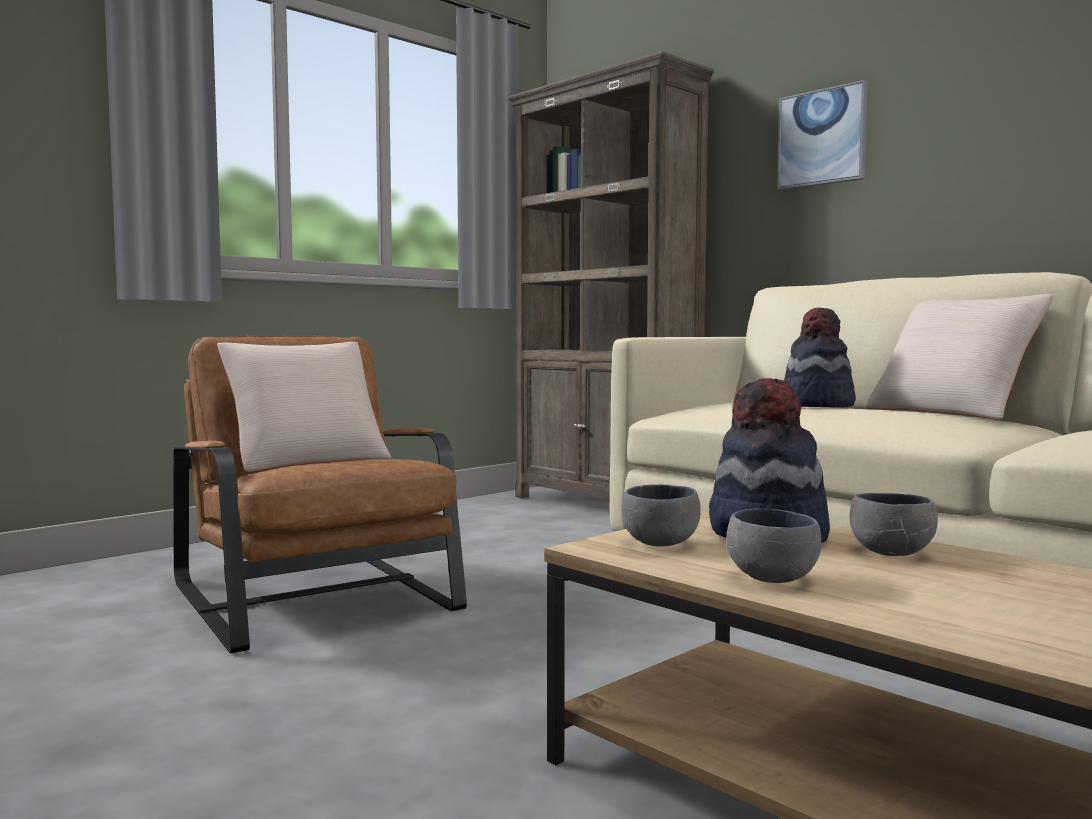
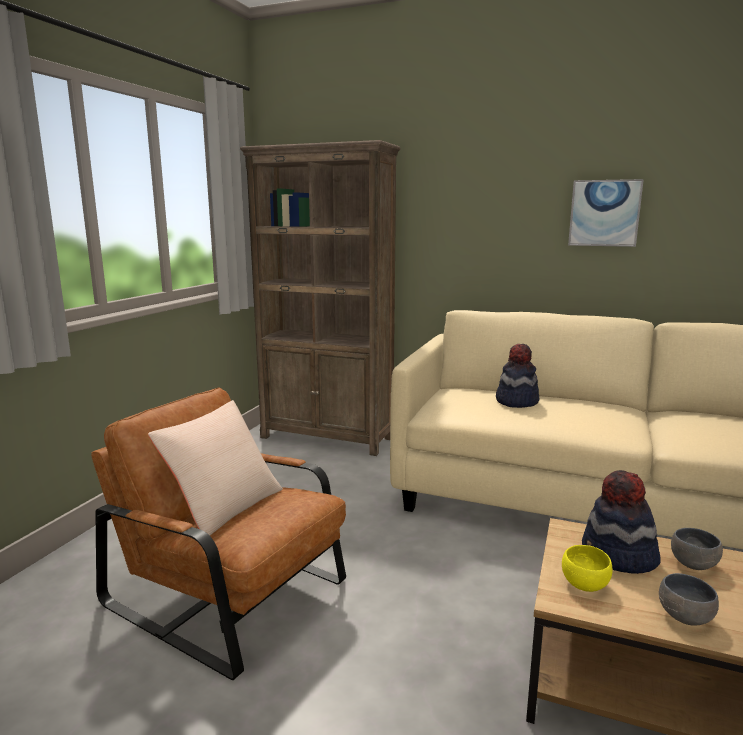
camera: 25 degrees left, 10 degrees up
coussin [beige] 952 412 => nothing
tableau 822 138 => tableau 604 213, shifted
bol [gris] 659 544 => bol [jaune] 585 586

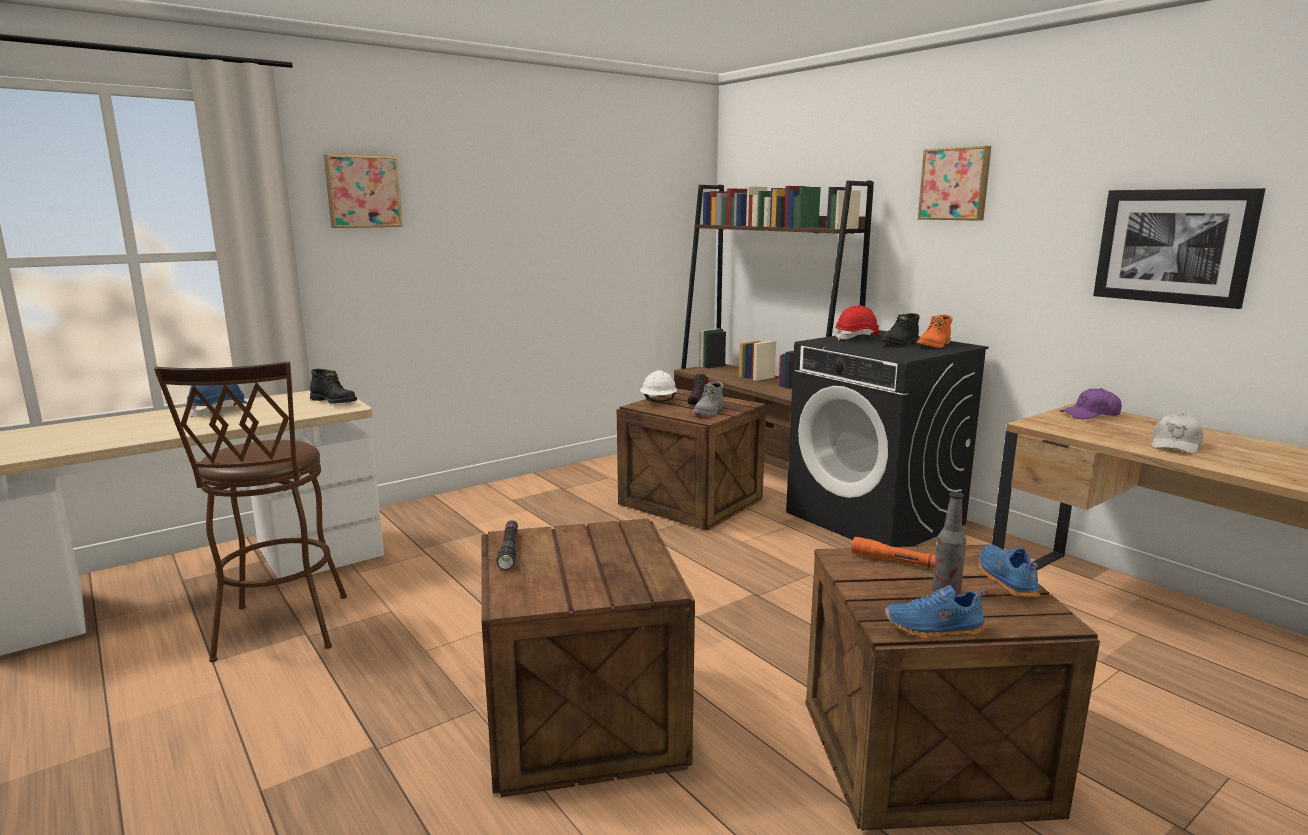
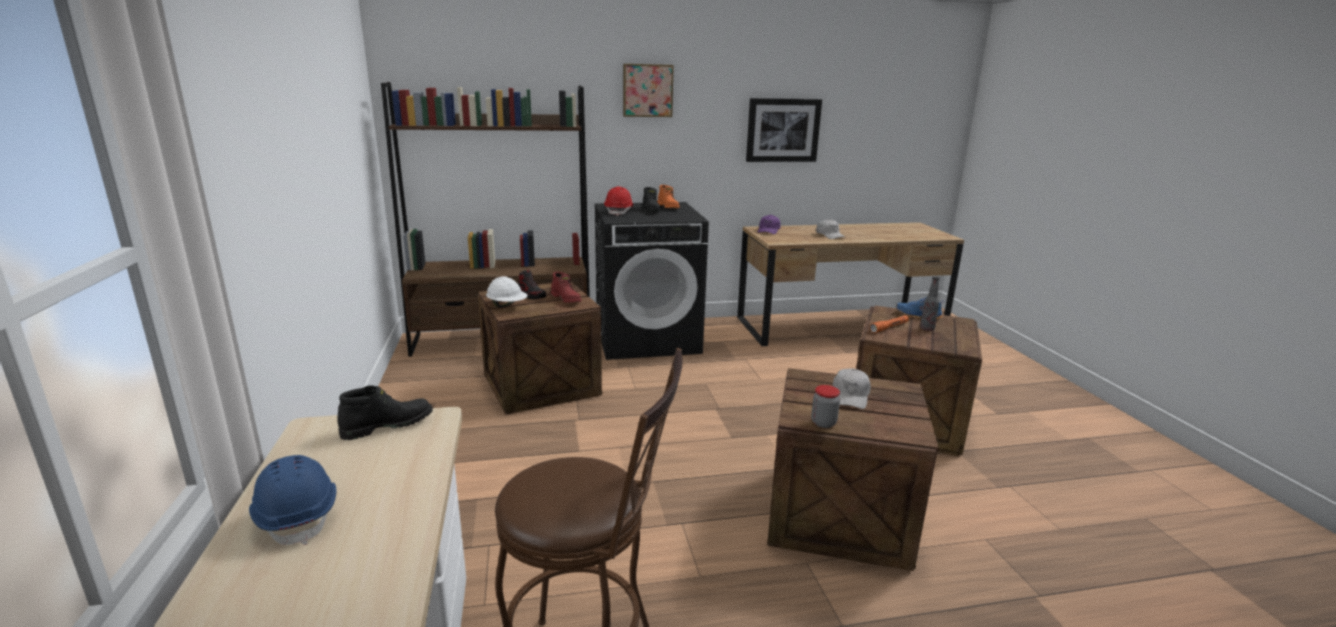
camera: 65 degrees left, 5 degrees up
tableau 363 191 => nothing
chaussure [bleu] 934 629 => nothing
nothing => casquette [blanc] 850 396
lampe de poche [noir] 509 550 => bocal 823 423
botte [gris] 709 412 => botte [rouge] 566 299

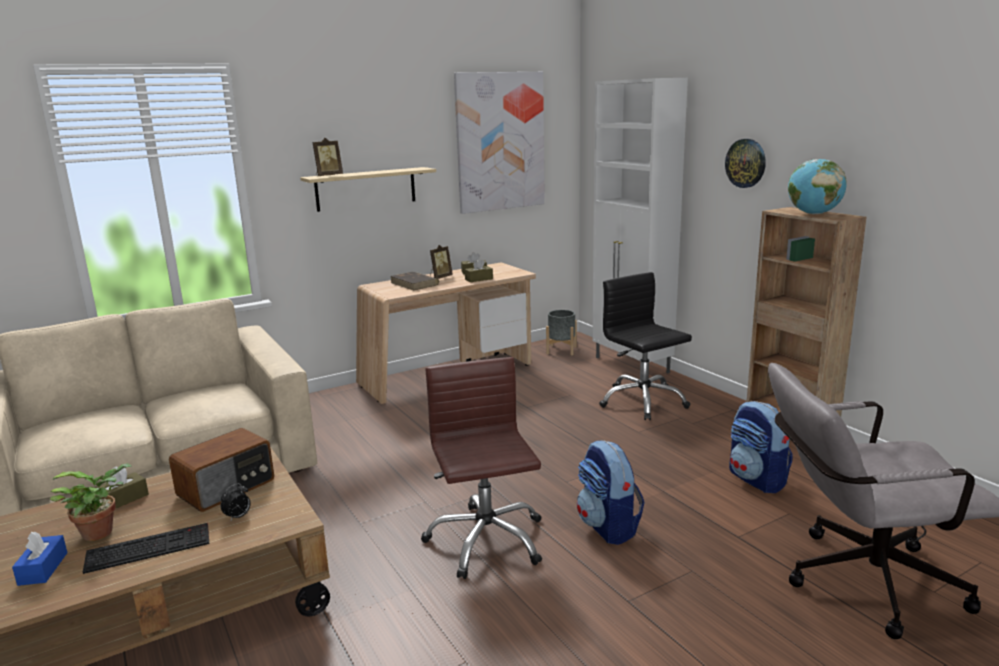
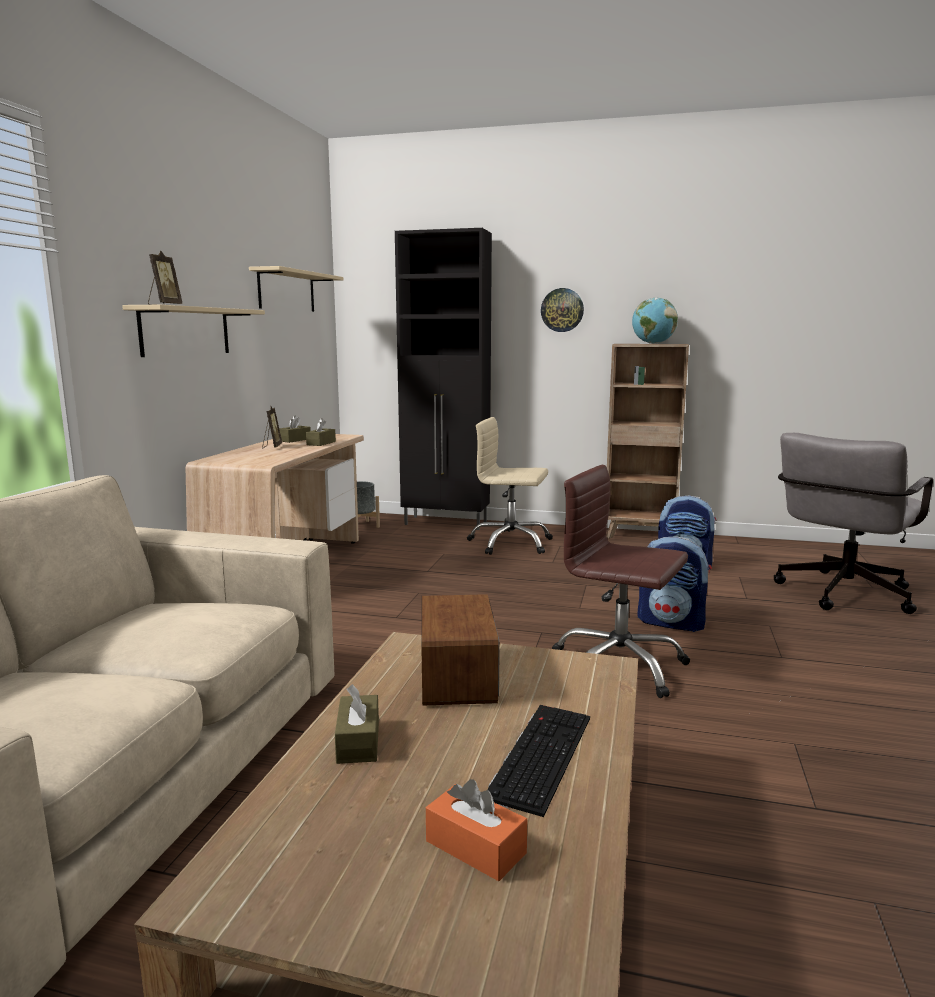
camera: 45 degrees left, 5 degrees down
plante en pot 102 532 => nothing
réveil 238 517 => nothing
livre [marron] 414 283 => nothing
tableau 500 142 => étagère [beige] 287 291
boîte à mouchoirs [bleu] 43 568 => boîte à mouchoirs [orange] 475 847
meuble de rangement [blanc] 632 365 => meuble de rangement [noir] 446 523
chaise de bureau [noir] 642 401 => chaise de bureau [beige] 510 543

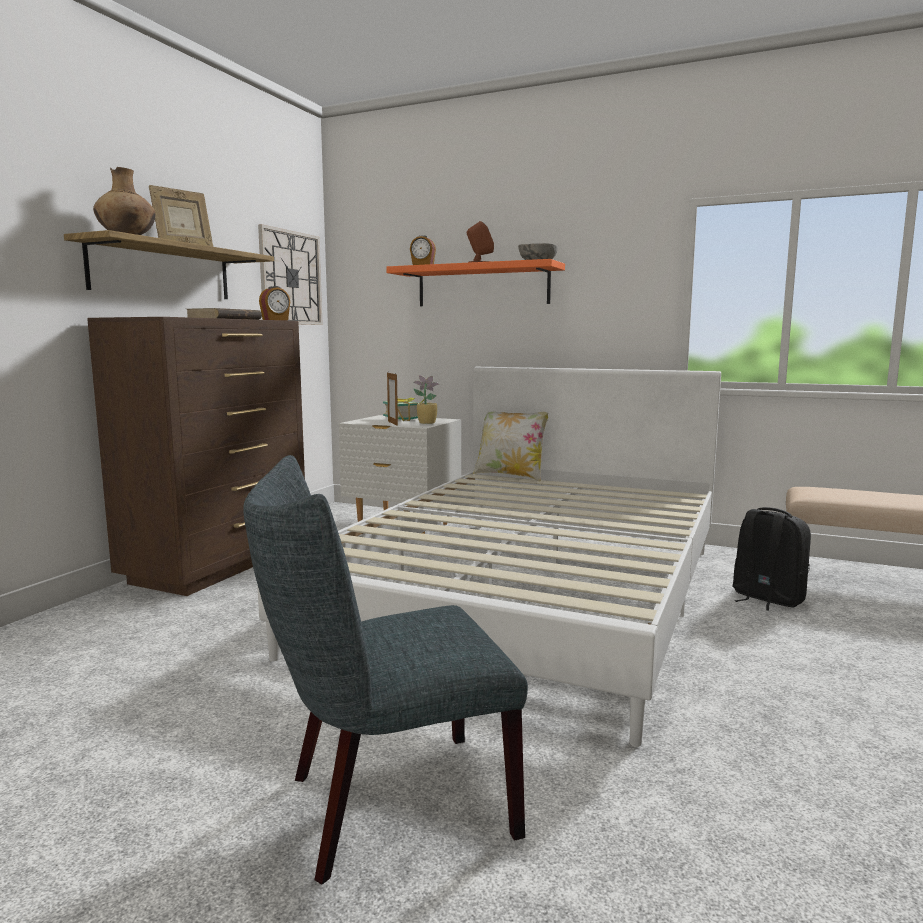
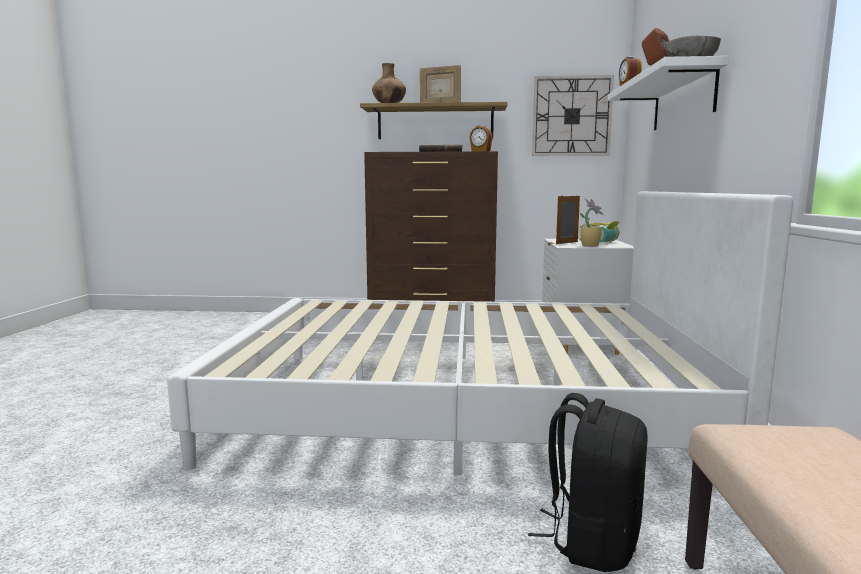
camera: 70 degrees right, 0 degrees up
chaise [gris] 385 806 => nothing
coussin 510 476 => nothing
étagère [orange] 482 286 => étagère [blanc] 683 100

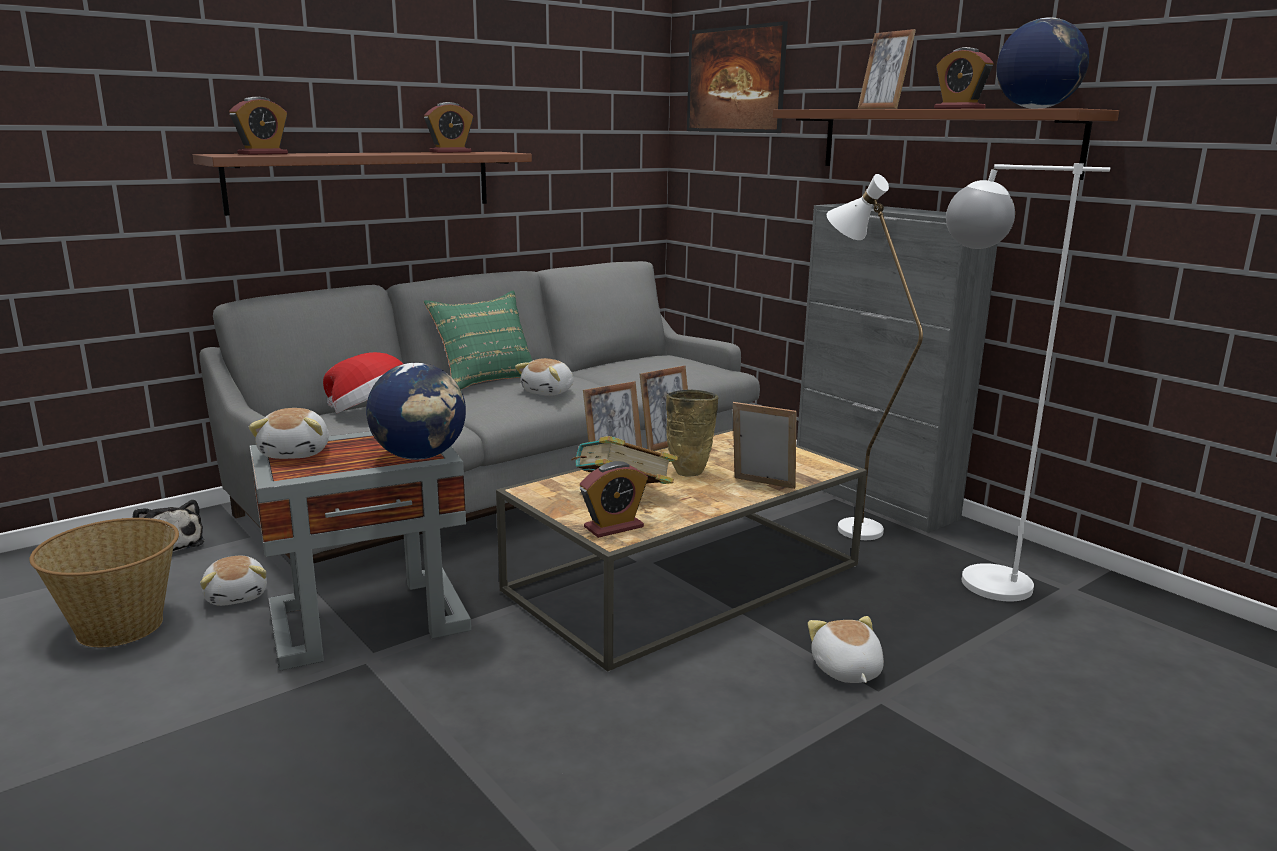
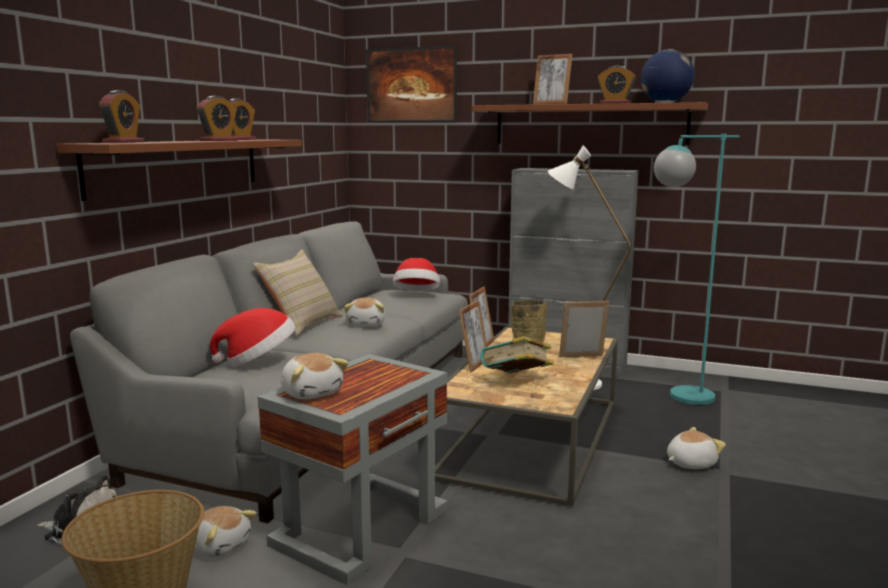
camera: 30 degrees left, 5 degrees down
globe 420 456 => nothing
nothing => chapeau 417 295
réveil 613 527 => réveil 219 140, shifted
coussin [vert] 487 380 => coussin [beige] 302 324
lampadaire [blanc] 970 581 => lampadaire [turquoise] 678 398
peluche 845 670 => peluche 690 463, 105 degrees clockwise

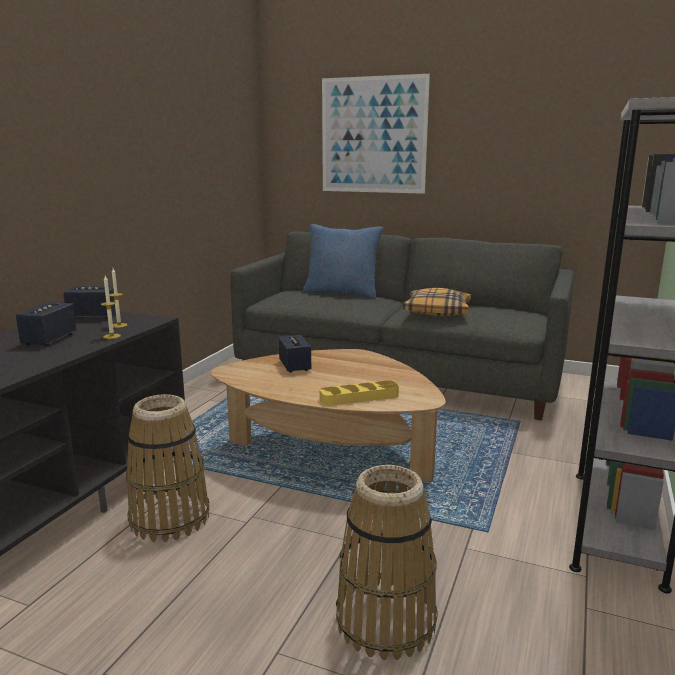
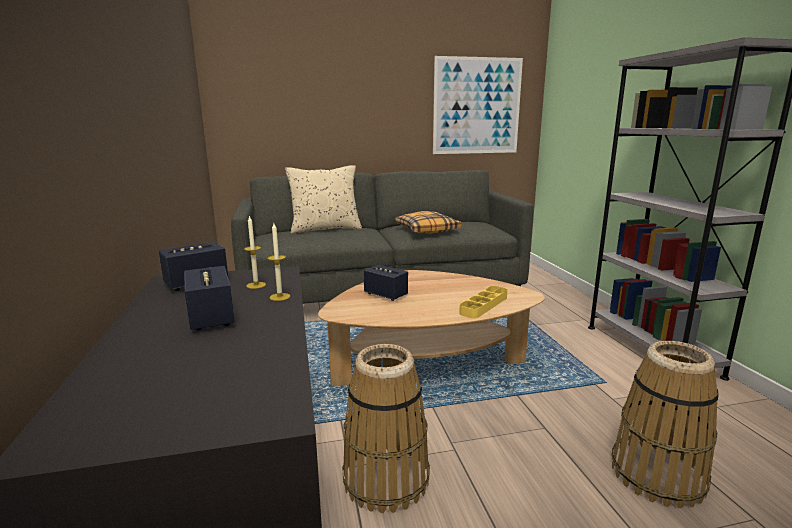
camera: 35 degrees left, 0 degrees up
tableau 373 135 => tableau 477 106, shifted
coussin [bleu] 342 293 => coussin [beige] 325 229

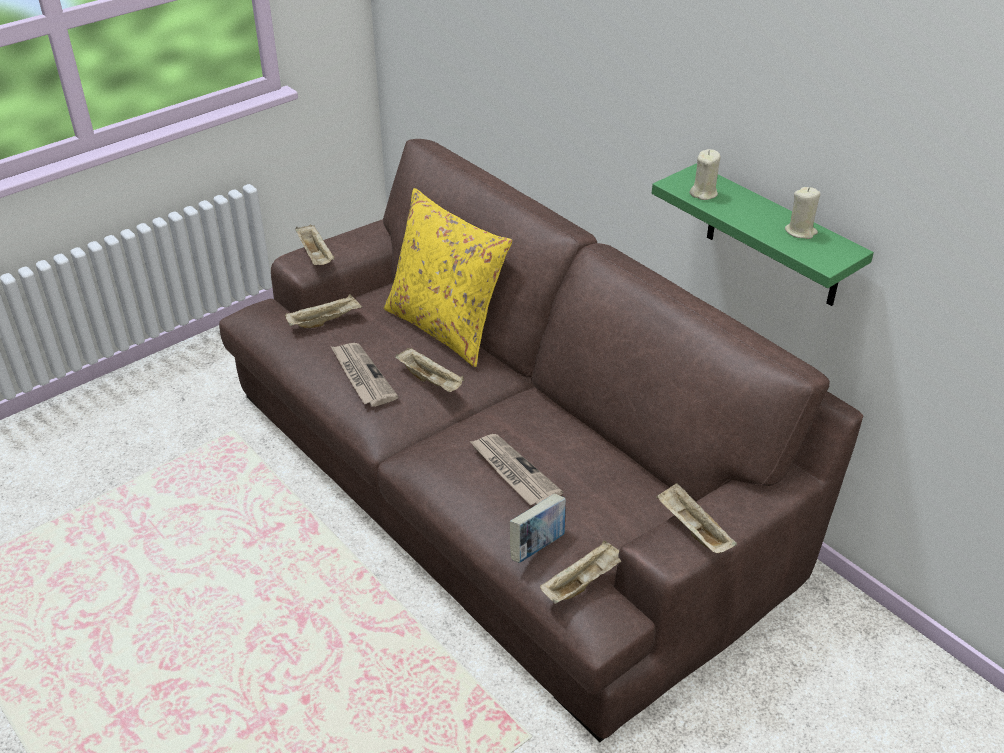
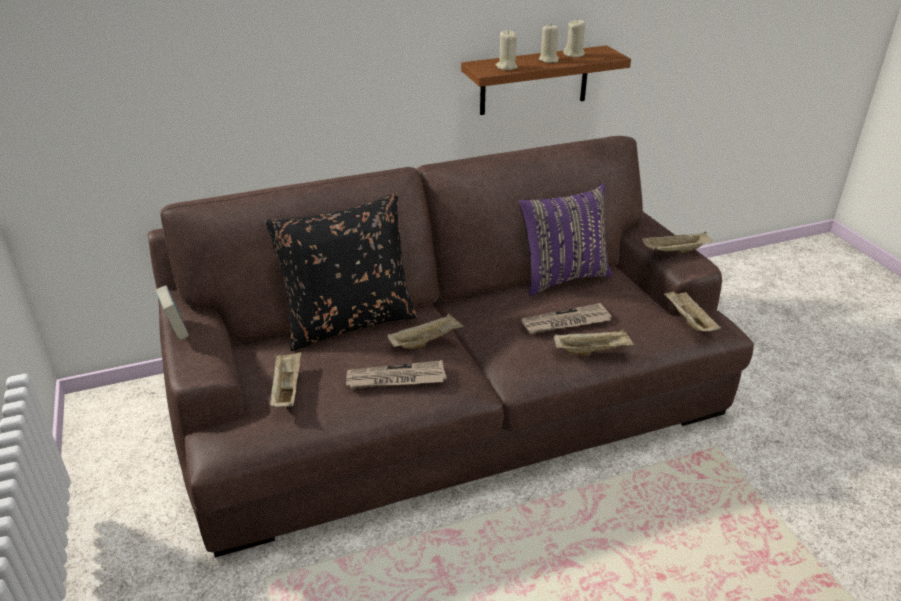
camera: 70 degrees left, 5 degrees down
nothing => coussin [violet] 562 277
nothing => bougie [beige] 548 60
plateau [beige] 316 256 => plateau [beige] 592 351, shifted
livre 537 547 => livre 176 331, shifted
coussin [jaune] 446 327 => coussin [noir] 349 321
étagère [vert] 773 237 => étagère [marron] 534 80

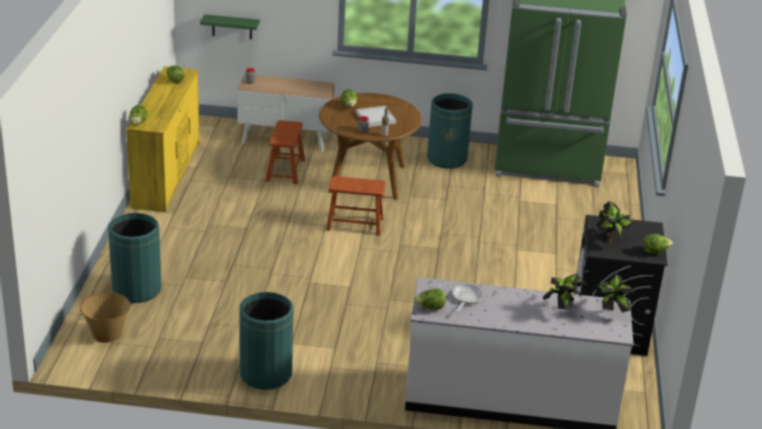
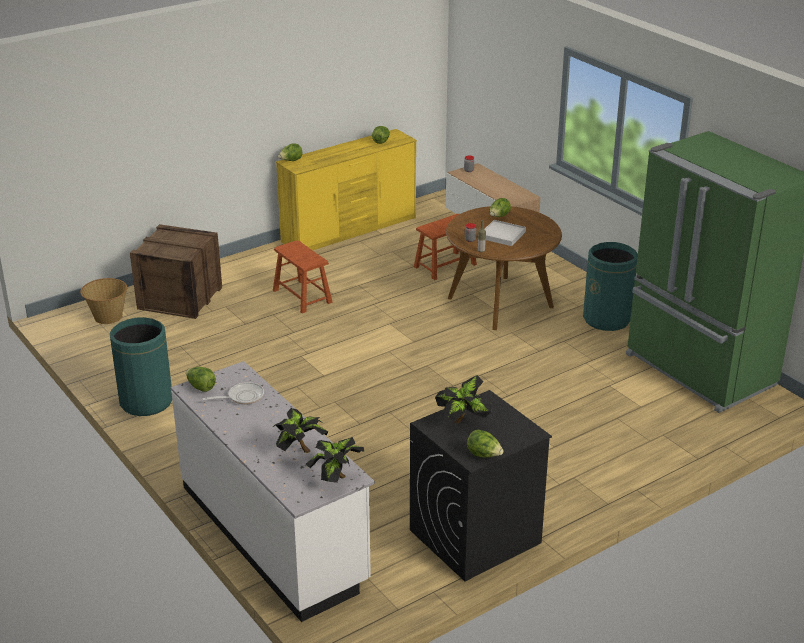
camera: 50 degrees right, 0 degrees up
étagère [vert] 232 27 => nothing
tabouret [marron] 355 224 => tabouret [marron] 302 296, shifted
poubelle [vert] 136 290 => caisse 179 298

